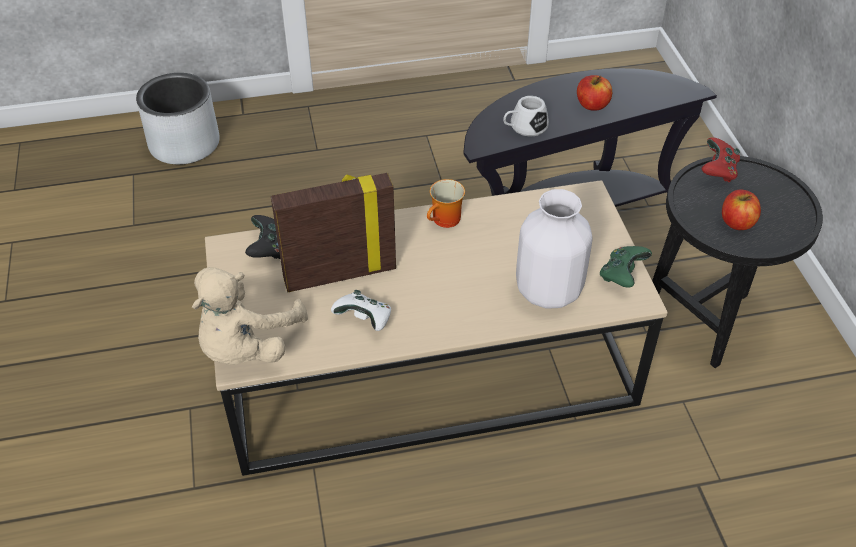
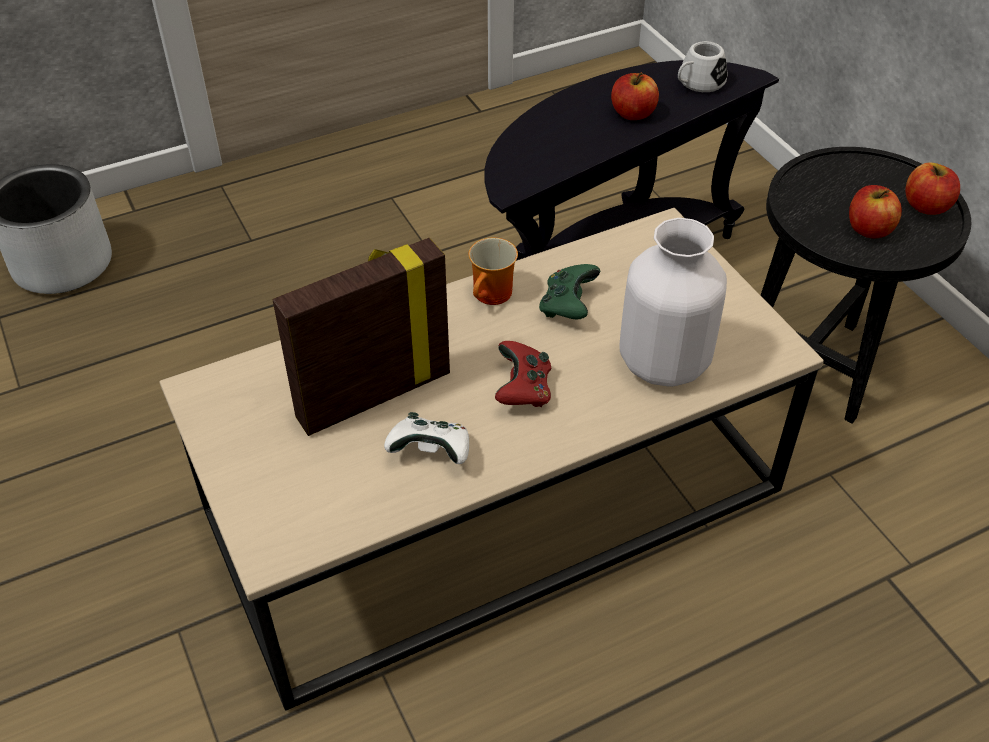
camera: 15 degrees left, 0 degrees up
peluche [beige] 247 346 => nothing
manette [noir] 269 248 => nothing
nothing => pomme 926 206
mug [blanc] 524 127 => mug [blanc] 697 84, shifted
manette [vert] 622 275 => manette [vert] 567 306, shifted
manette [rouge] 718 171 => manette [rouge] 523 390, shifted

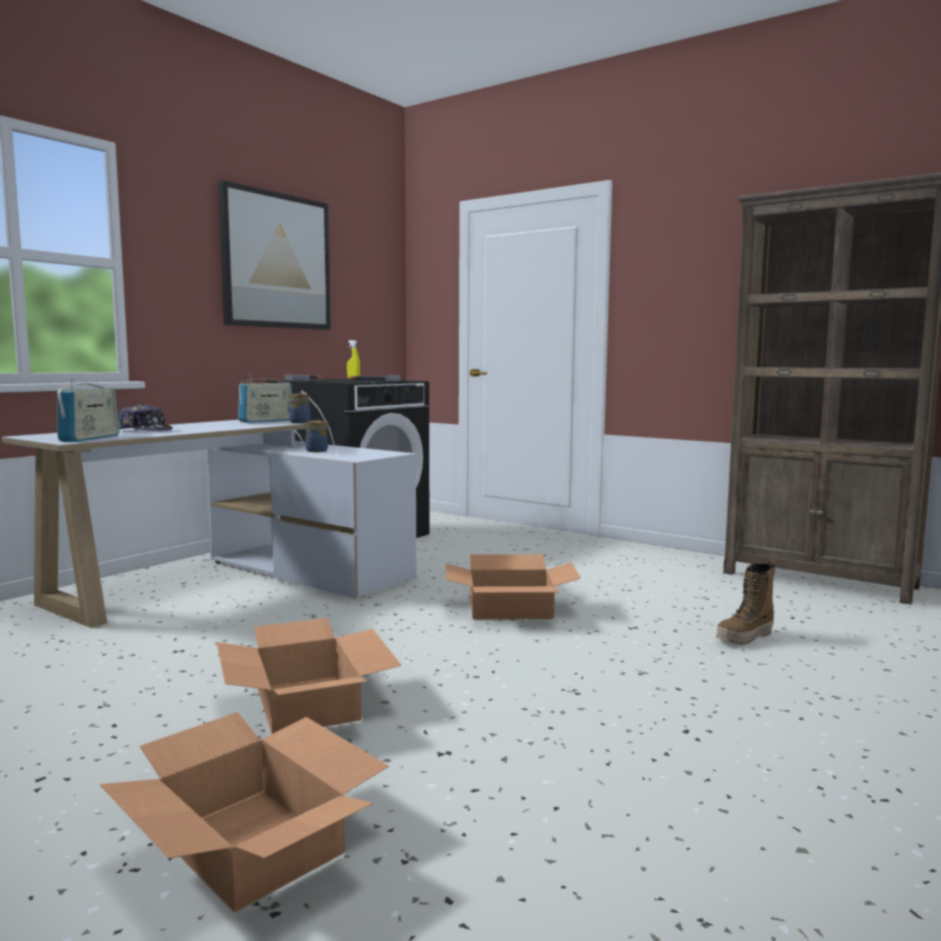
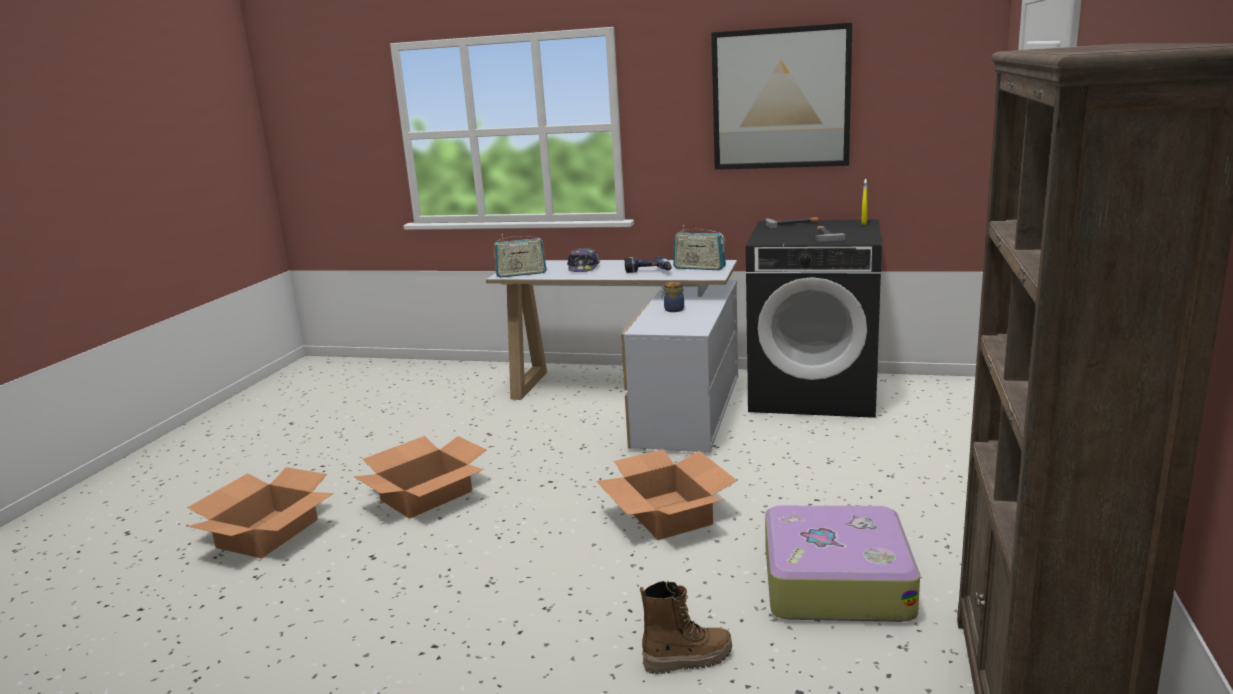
camera: 70 degrees right, 10 degrees up
bocal 299 422 => nothing
nothing => perceuse 648 272
nothing => valise 834 581
botte 745 638 => botte 687 659, 135 degrees clockwise

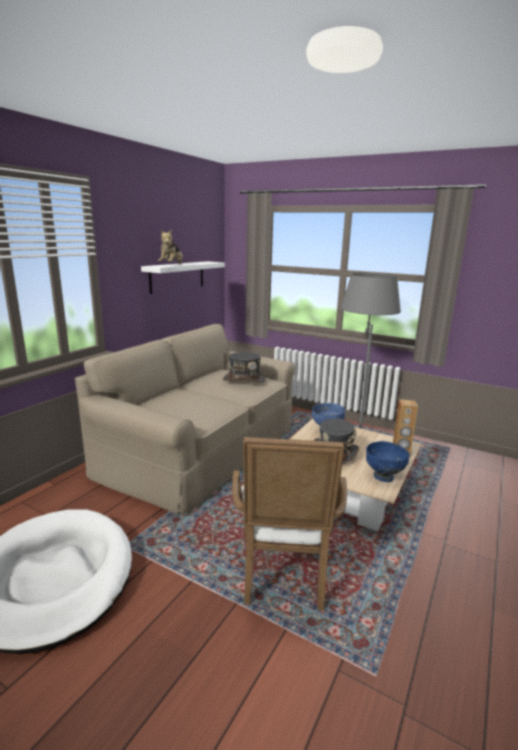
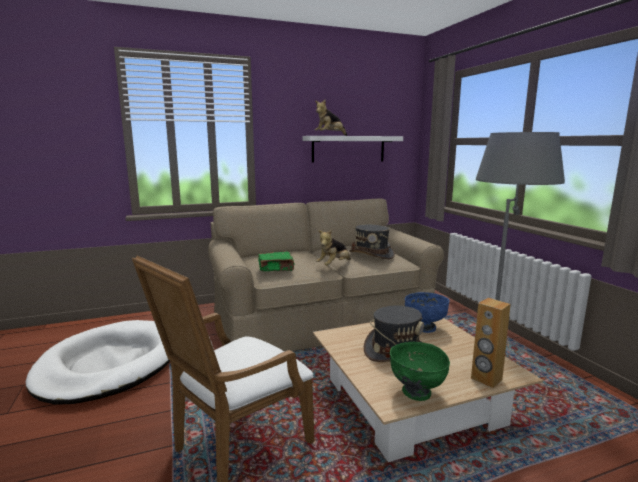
camera: 40 degrees right, 5 degrees down
nothing => livre [vert] 276 268
nothing => peluche 334 265
bol [bleu] 383 477 => bol [vert] 416 393

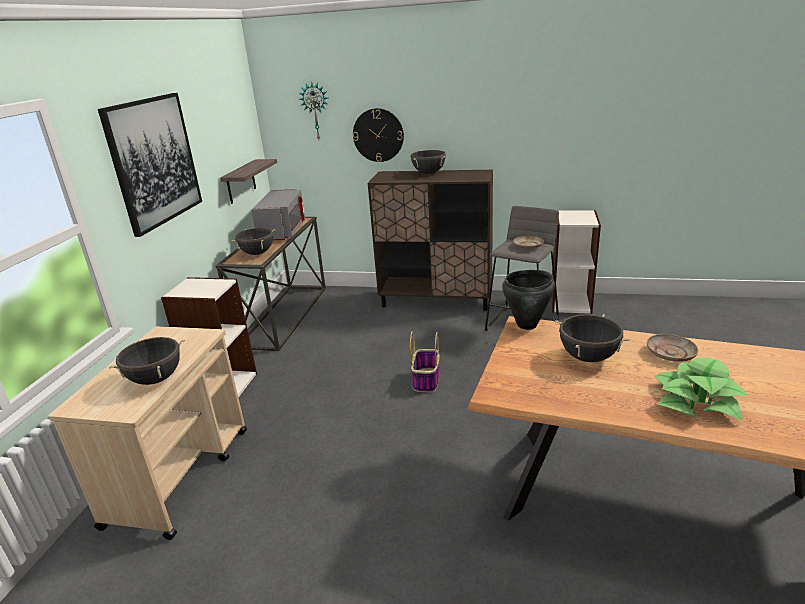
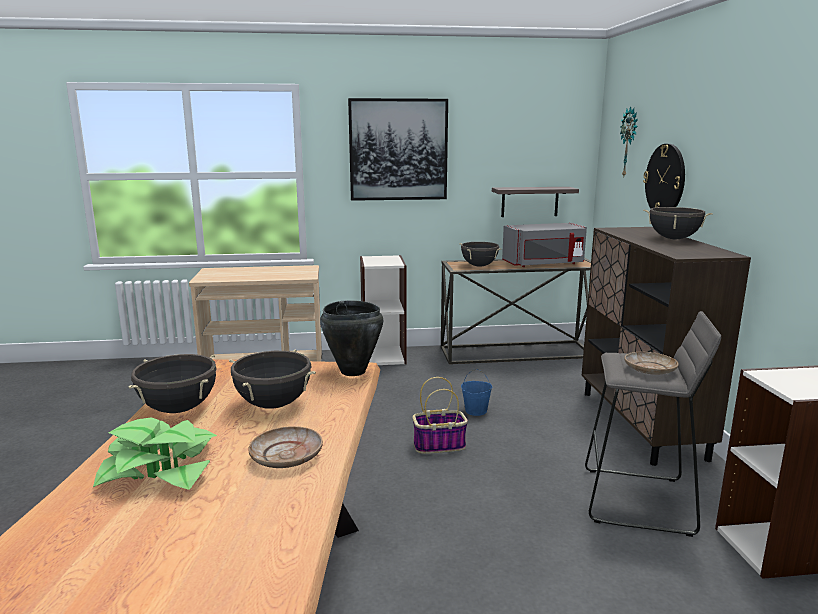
camera: 70 degrees right, 10 degrees down
nothing => seau [bleu] 476 411
marmite [noir] 156 379 => marmite [noir] 179 409, shifted

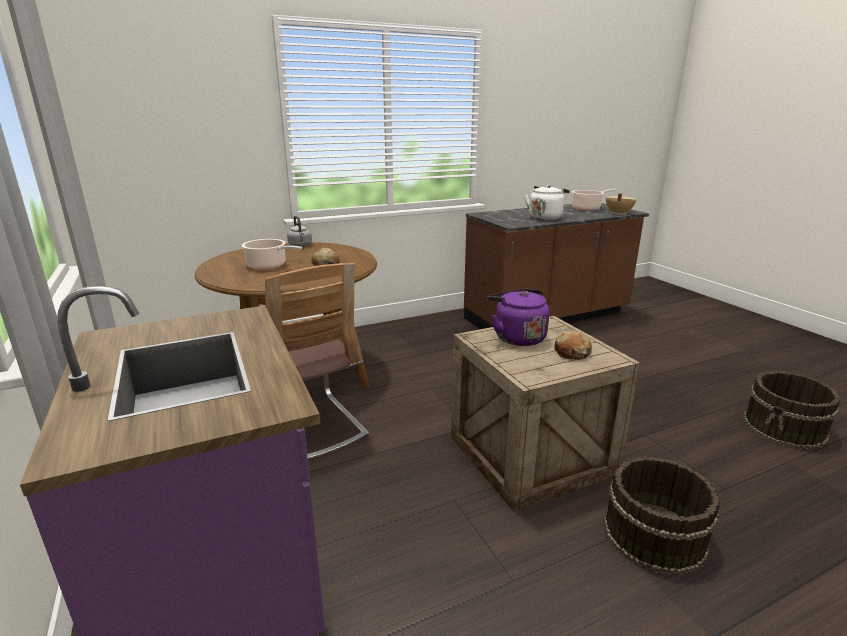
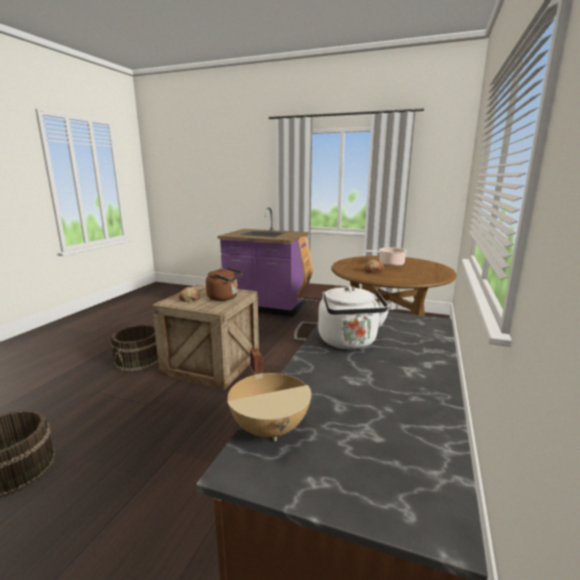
camera: 135 degrees right, 5 degrees down
bouilloire [gris] 300 245 => nothing
marmite 587 208 => nothing
bouilloire [violet] 517 337 => bouilloire [marron] 225 297

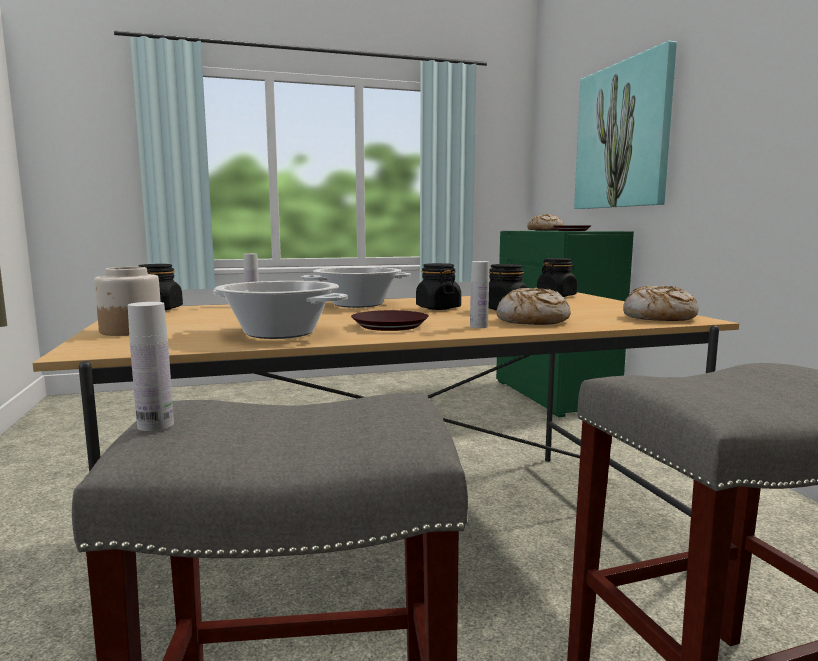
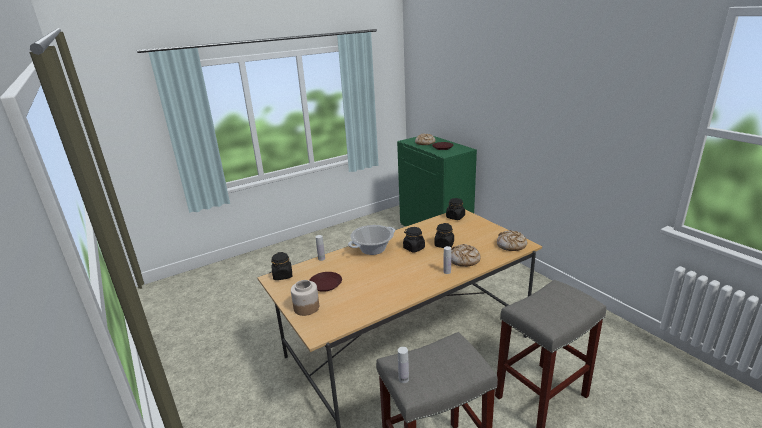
camera: 15 degrees left, 15 degrees up
marmite 279 333 => nothing
tableau 623 136 => nothing
assiette [marron] 390 326 => assiette [marron] 326 284, shifted

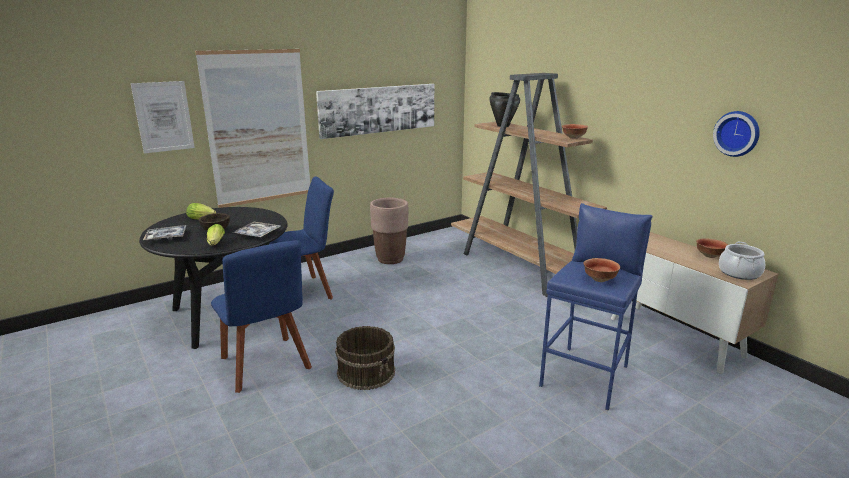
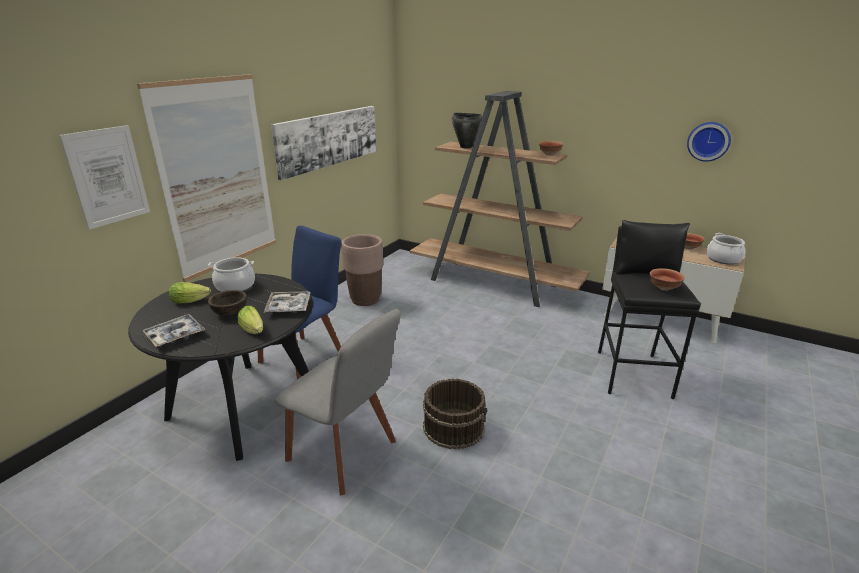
camera: 25 degrees left, 5 degrees up
nothing => marmite 235 286
chaise [bleu] 266 366 => chaise [gris] 346 453
tabouret [bleu] 586 376 => tabouret [noir] 633 373

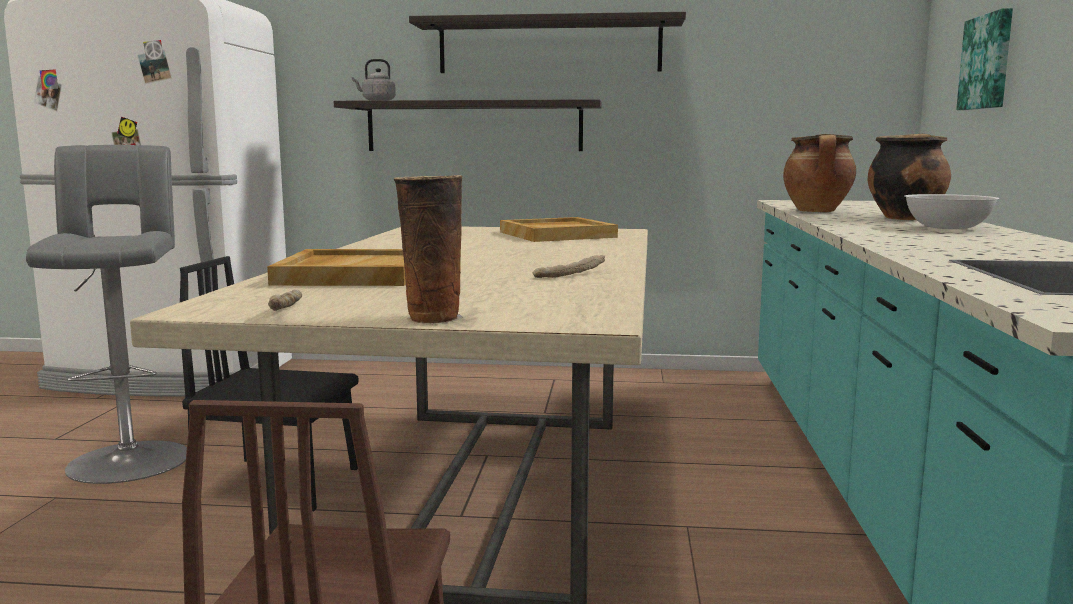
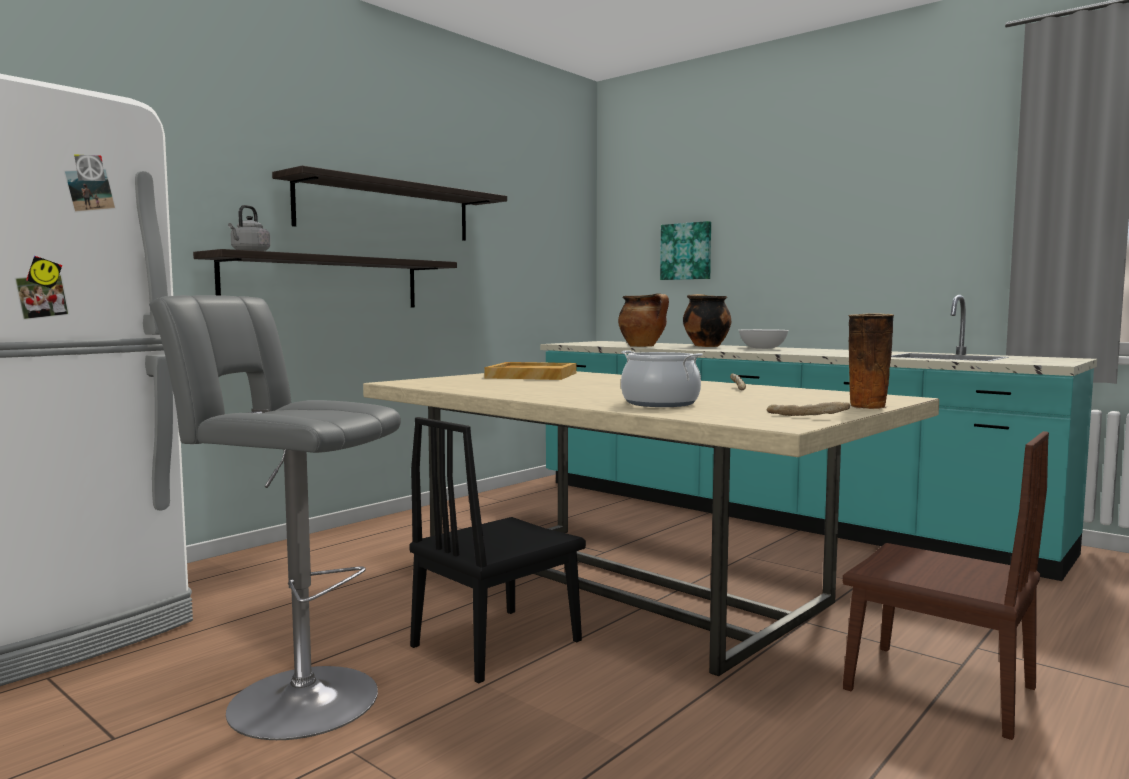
camera: 55 degrees left, 5 degrees down
plateau [beige] 350 274 => marmite 660 403

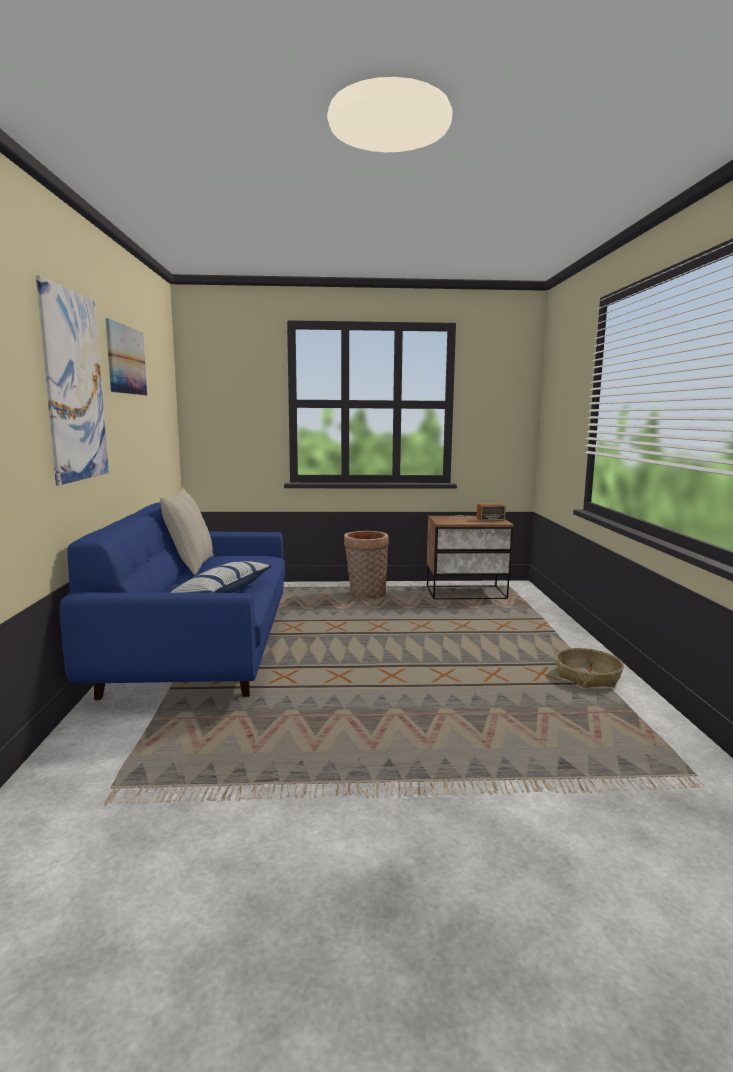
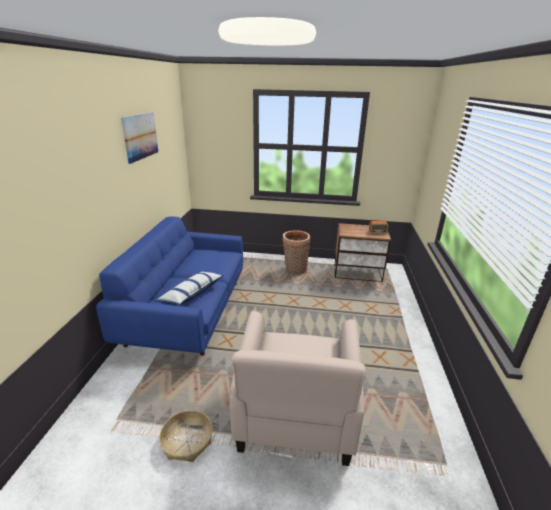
camera: 10 degrees right, 15 degrees up
tableau 75 386 => nothing
coussin [beige] 190 565 => nothing
nothing => fauteuil [beige] 295 416
panier 587 676 => panier 187 441, shifted

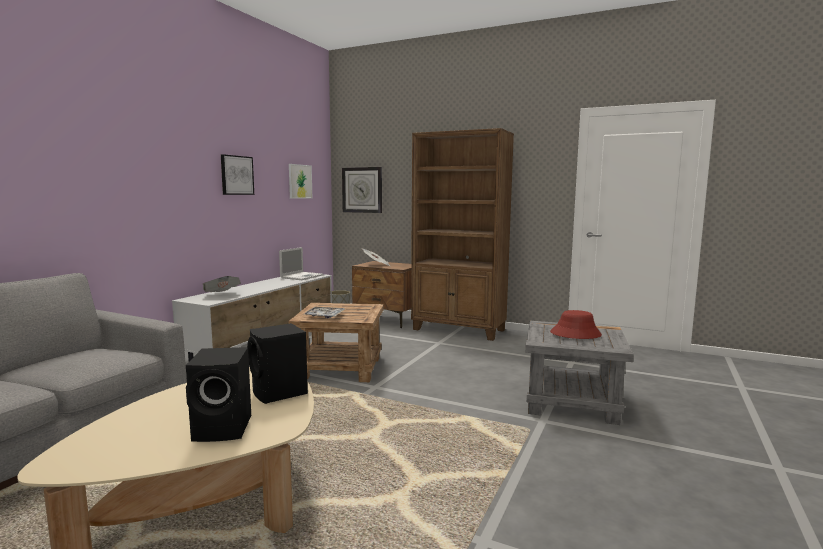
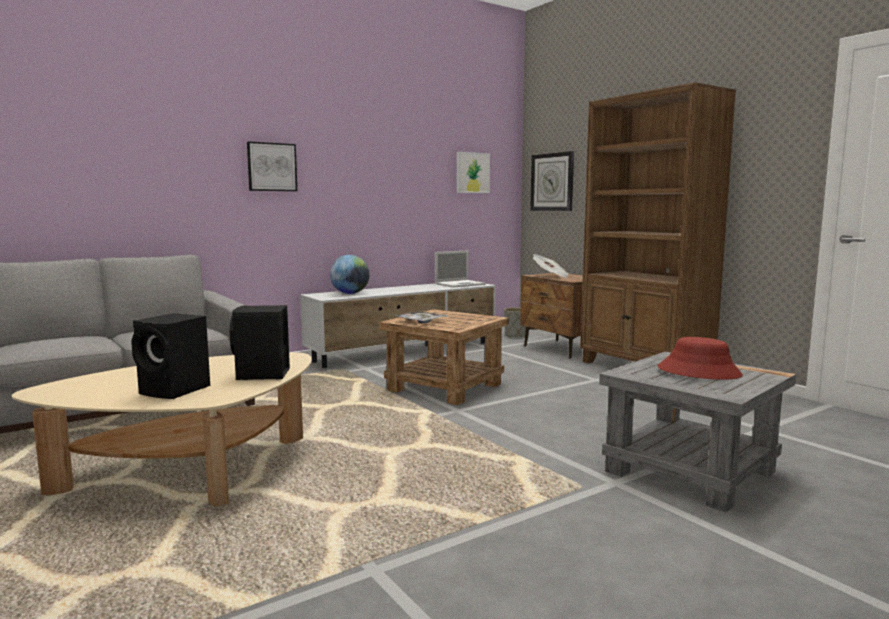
camera: 30 degrees right, 0 degrees up
tableau 236 175 => tableau 272 167, shifted
journal 222 295 => globe 350 293

